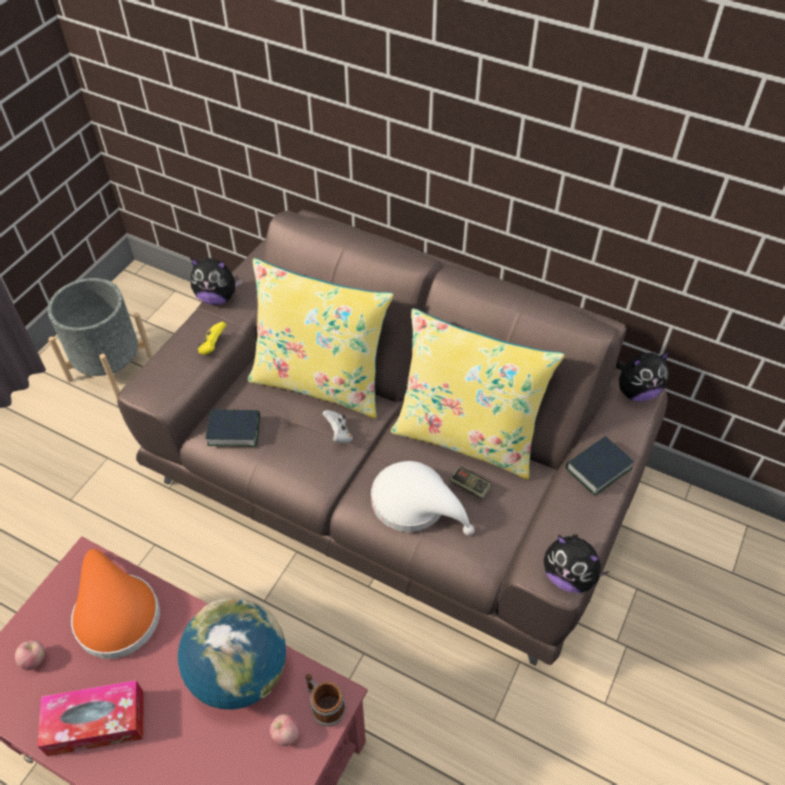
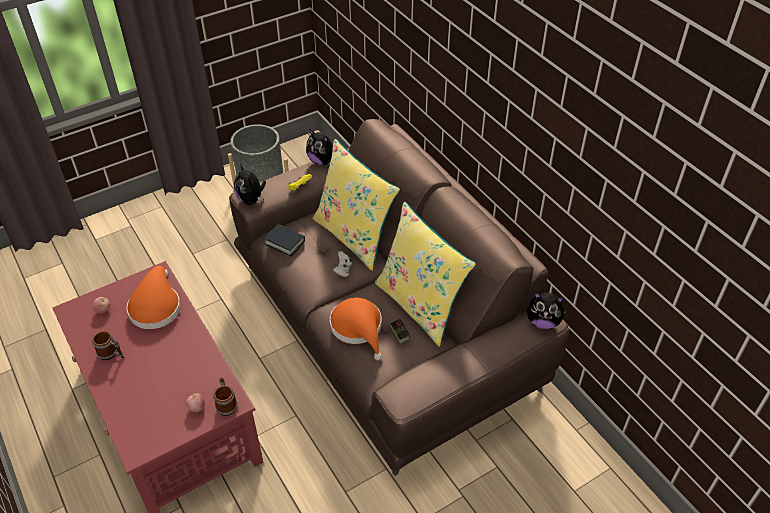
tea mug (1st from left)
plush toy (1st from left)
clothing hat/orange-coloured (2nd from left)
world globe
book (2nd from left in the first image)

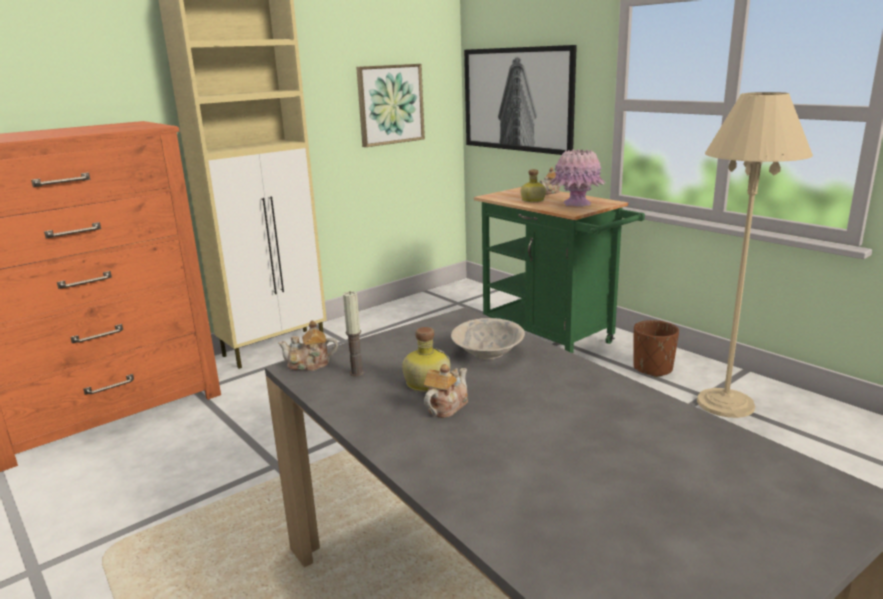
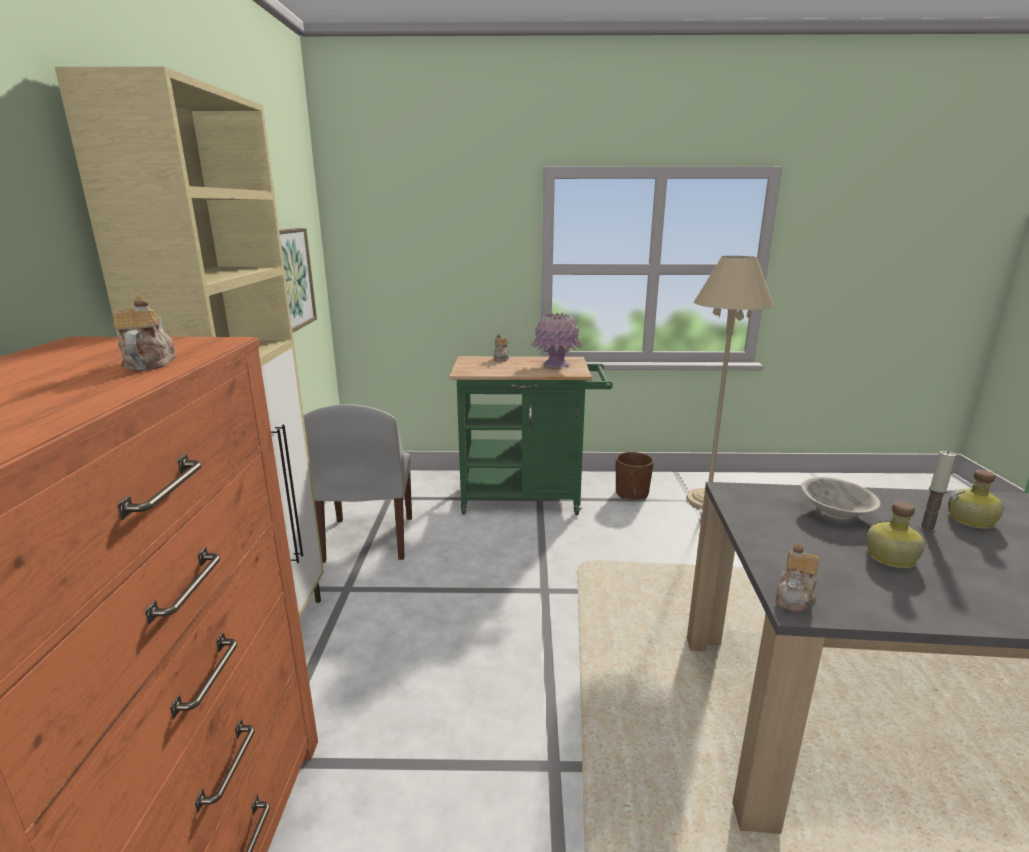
teapot (1st from left)
upright chair/white
wax light
drink bottle (2nd from left)
wall picture (2nd from left in the first image)

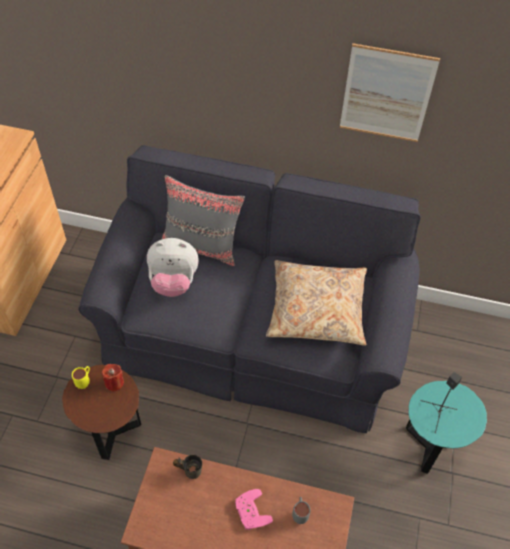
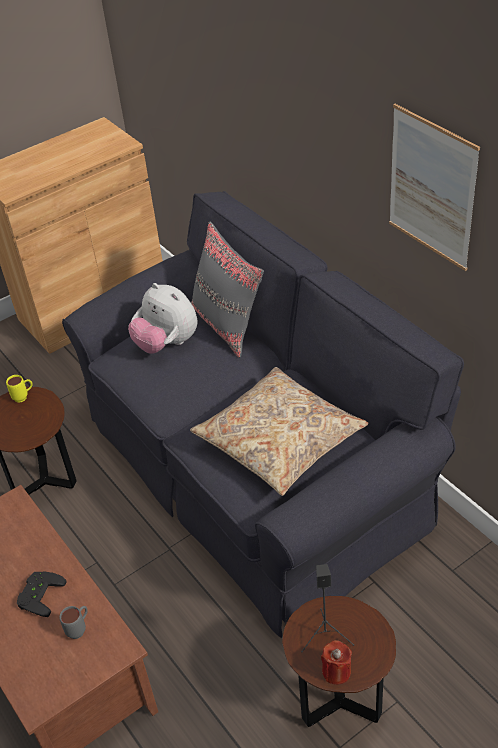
joypad/black
side table/brownish (2nd from left)
wax light/reddish
tea mug/greyish (1st from left in the first image)

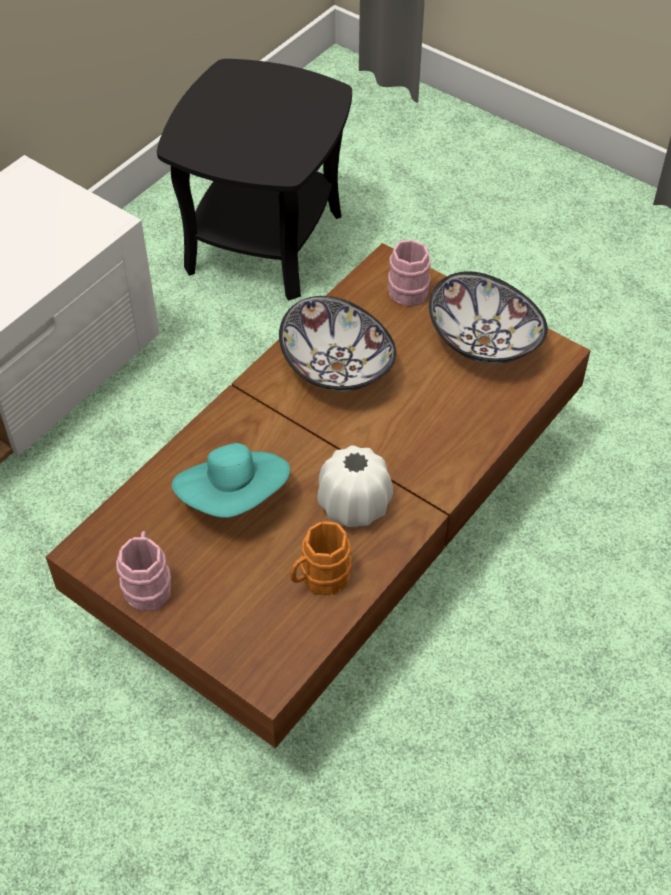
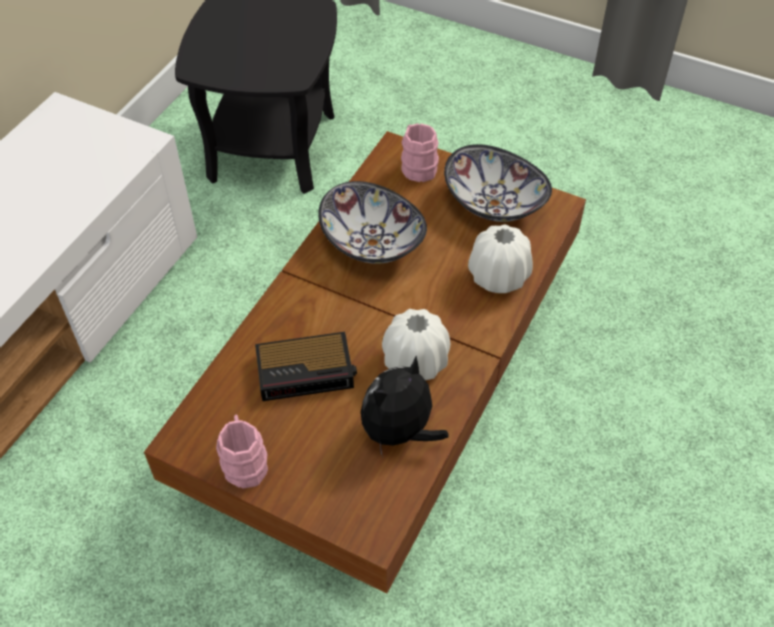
table clock
plush toy
flower vase/white (2nd from left)

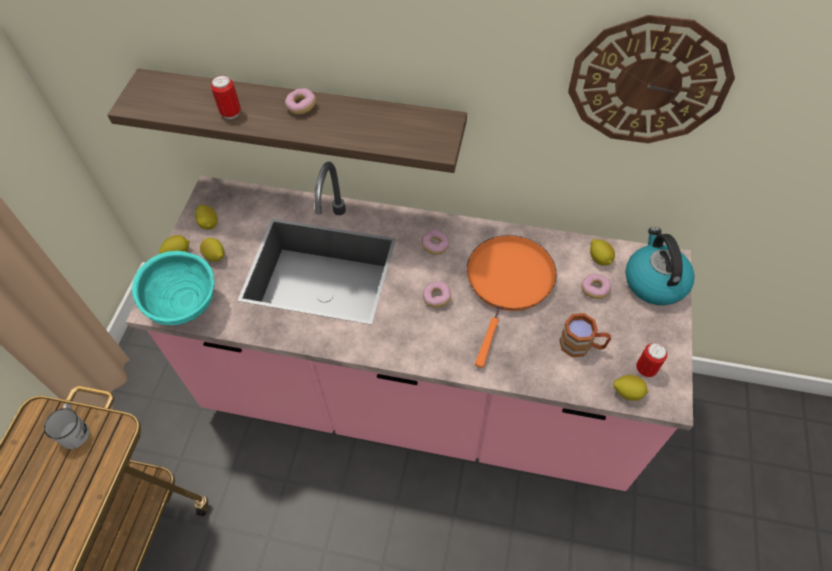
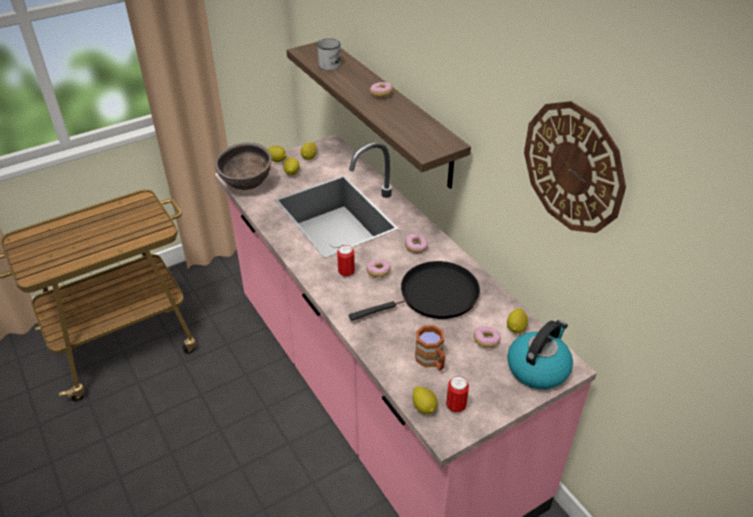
deep dish/brownish
tea mug/white
can (1st from left)
frying pan/black

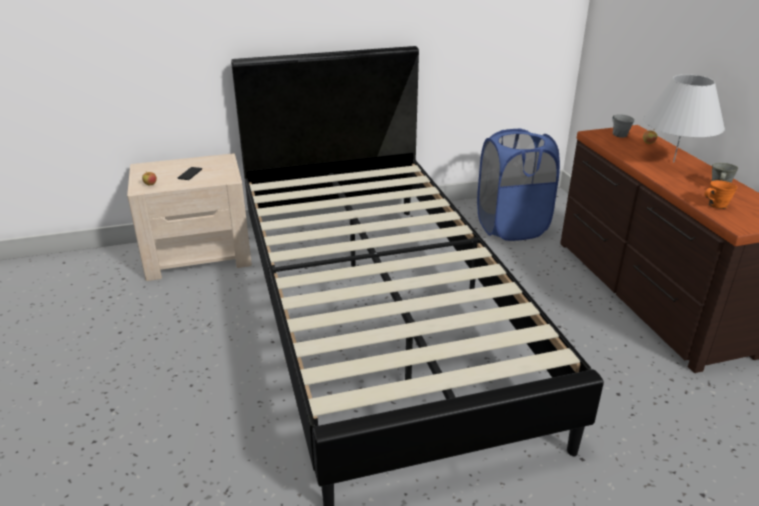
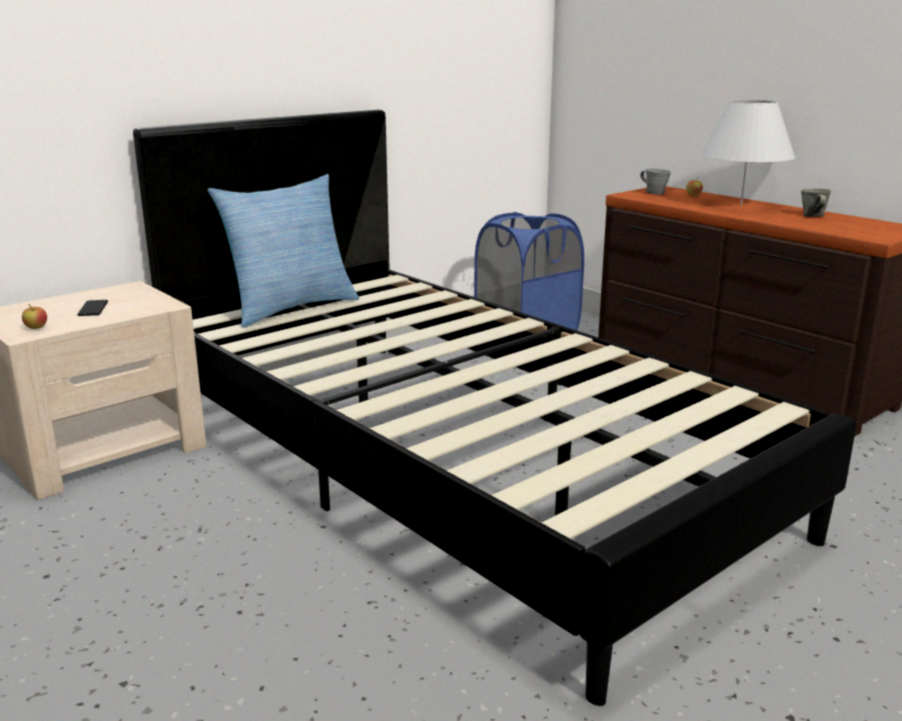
throw pillow
tea mug/orange-coloured

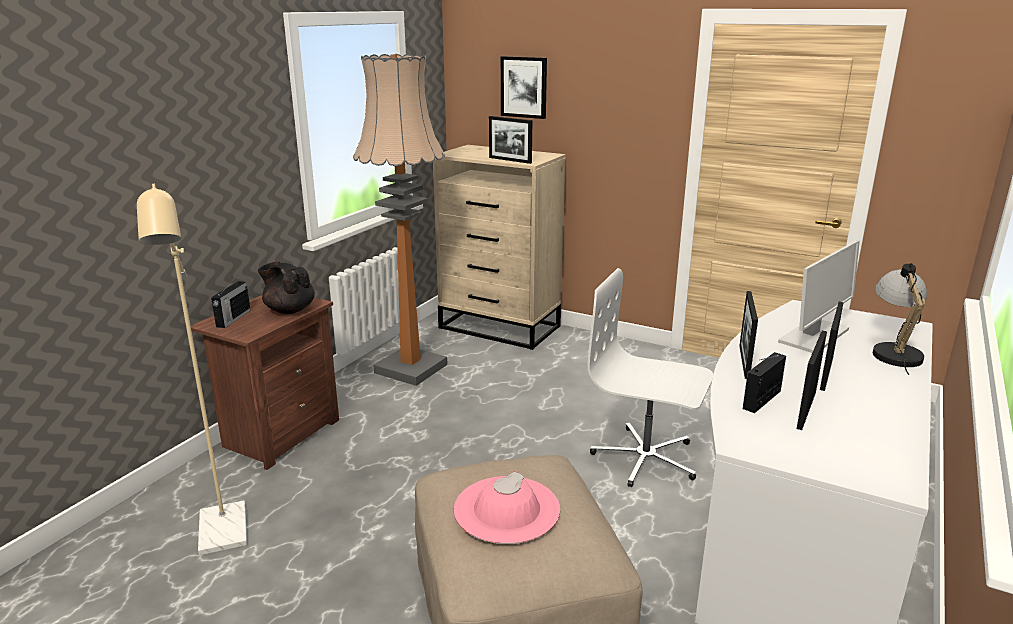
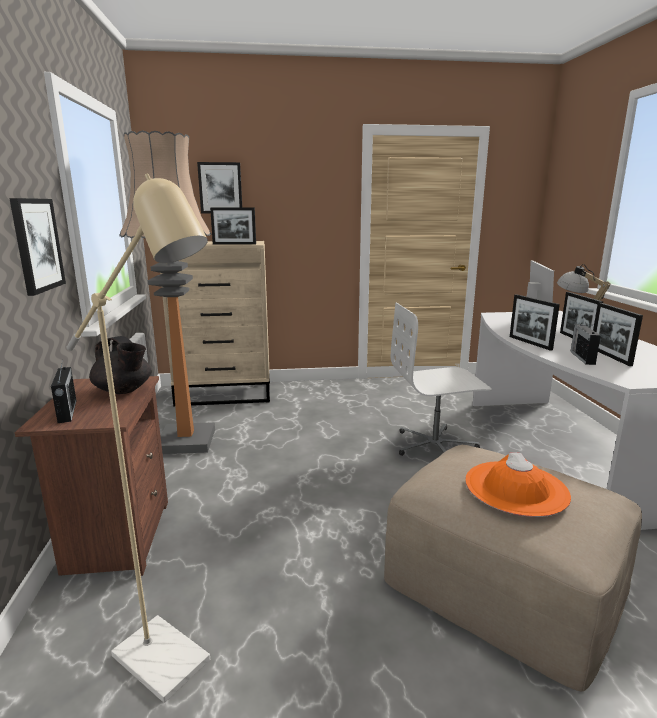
wall picture (1st from left)
teapot/black
clothing hat/orange-coloured

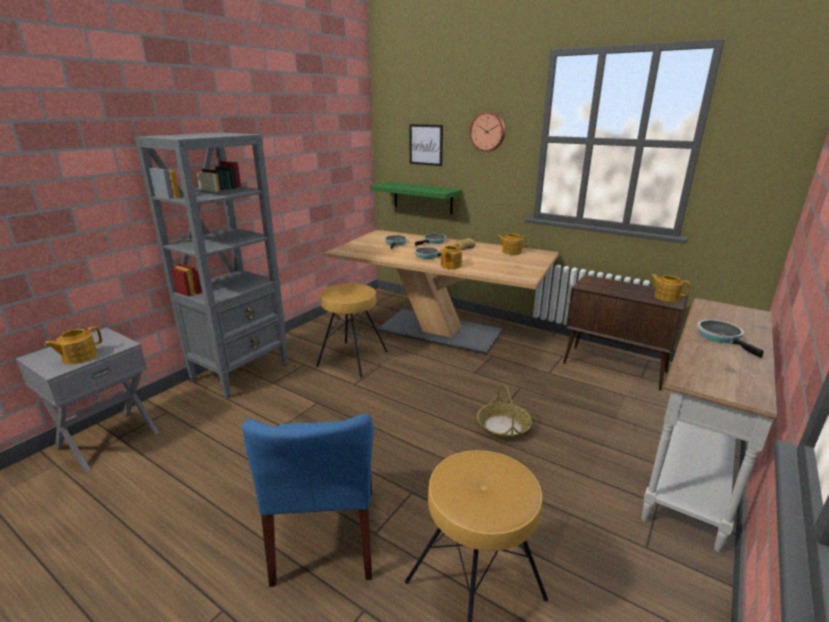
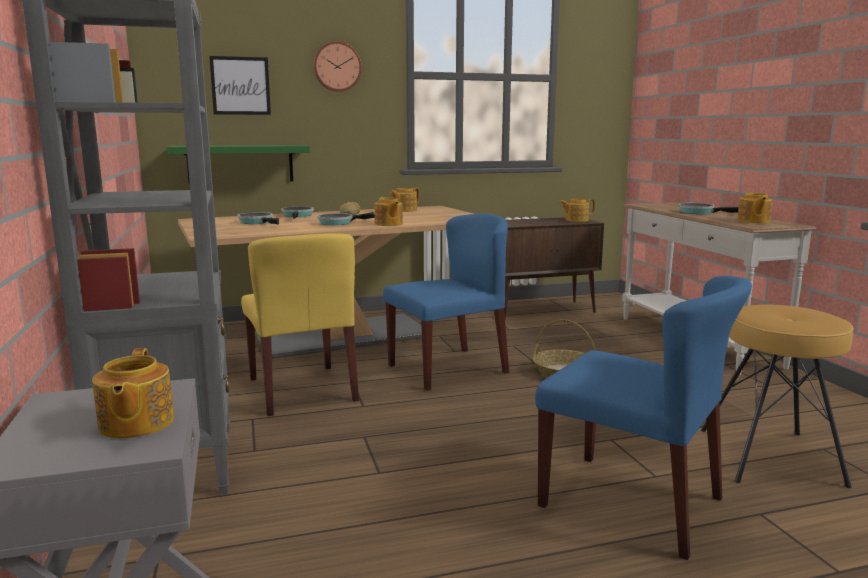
upright chair/yellowish
upright chair/blue (1st from left)
teapot (5th from left)

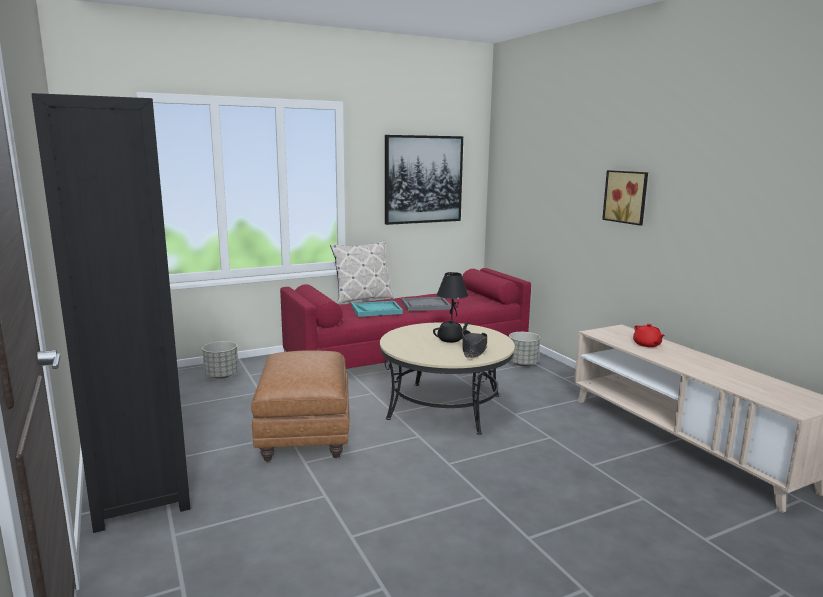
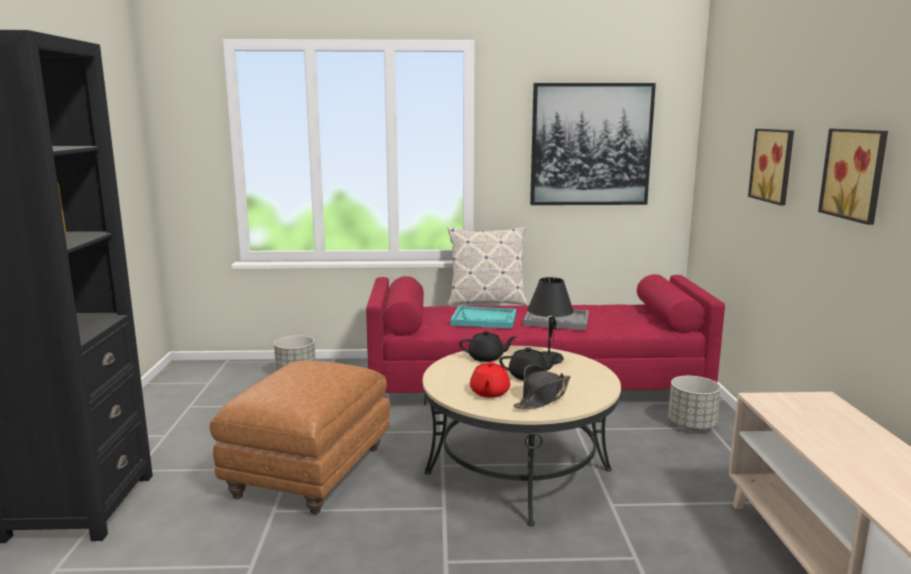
teapot/black (1st from left)
teapot/reddish
wall picture (2nd from left)

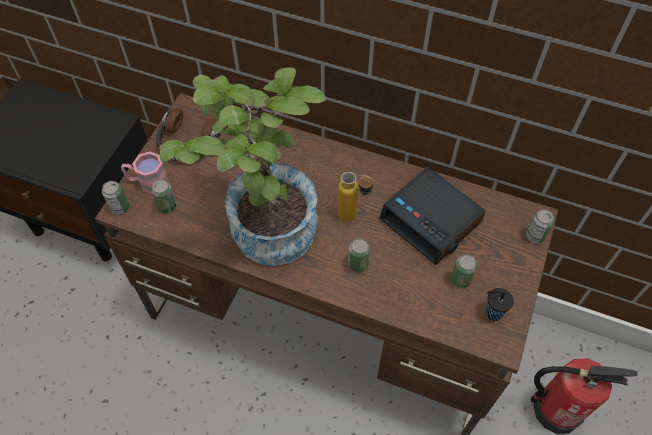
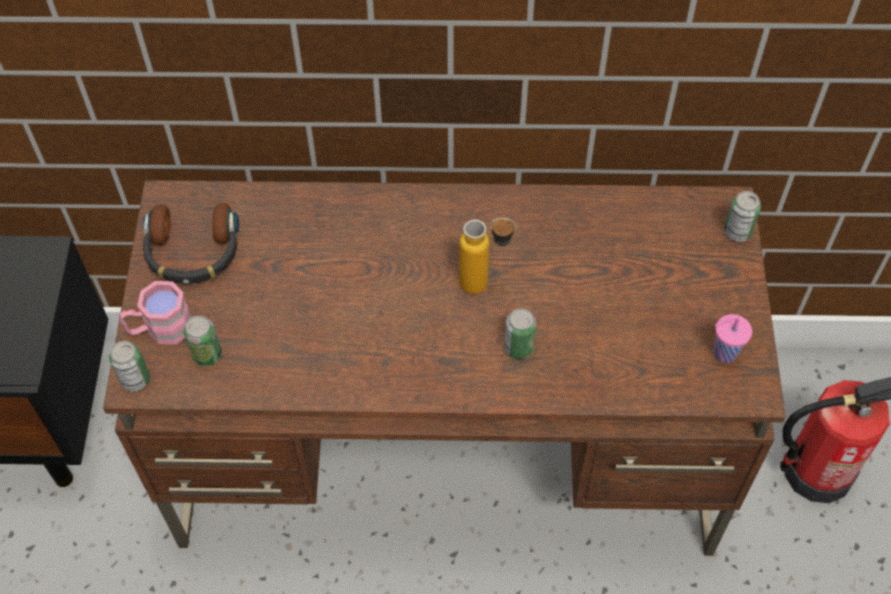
cup/pink
houseplant
table clock
can (4th from left in the first image)

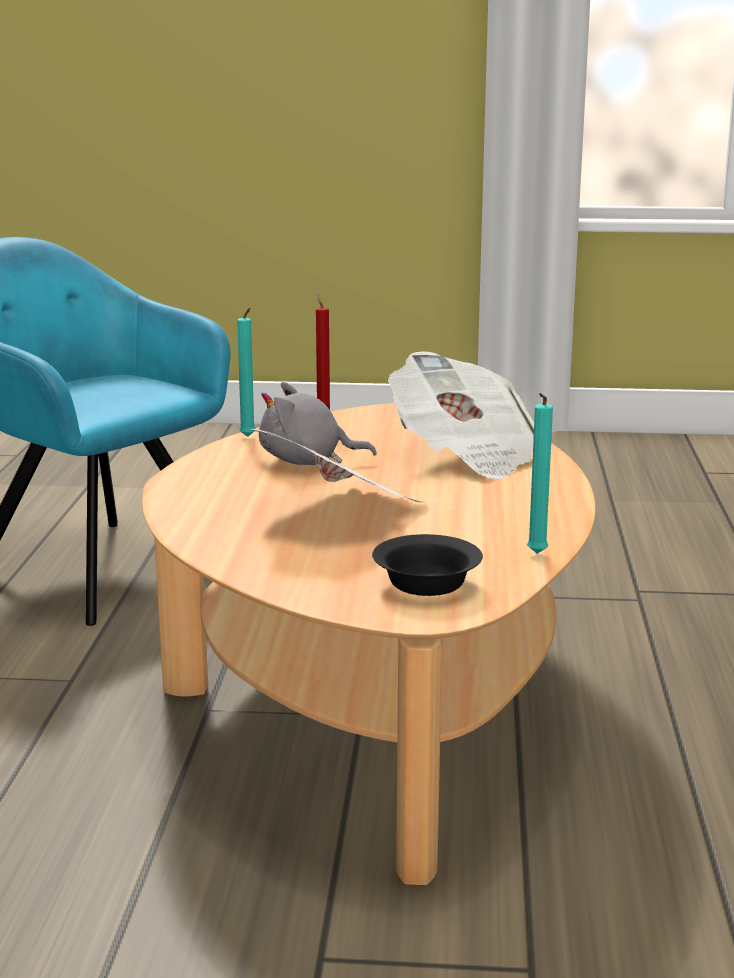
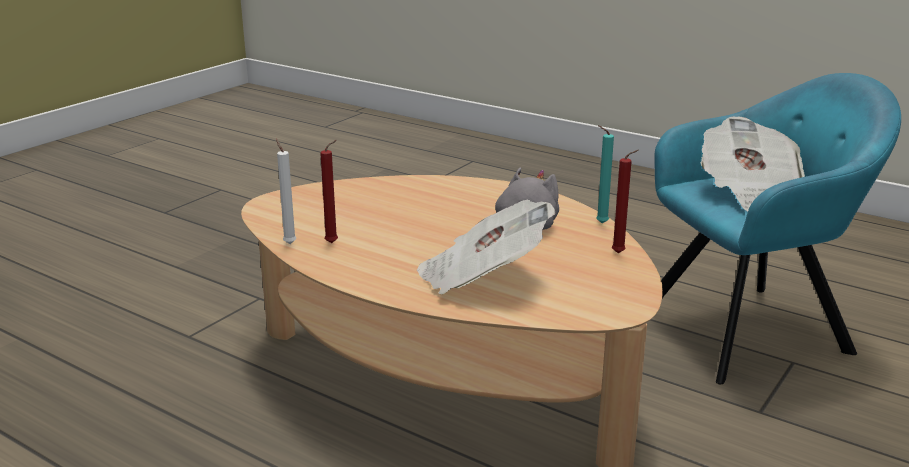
wax light/white
wax light/reddish (1st from left)
newspaper (2nd from left)
deep dish/black

